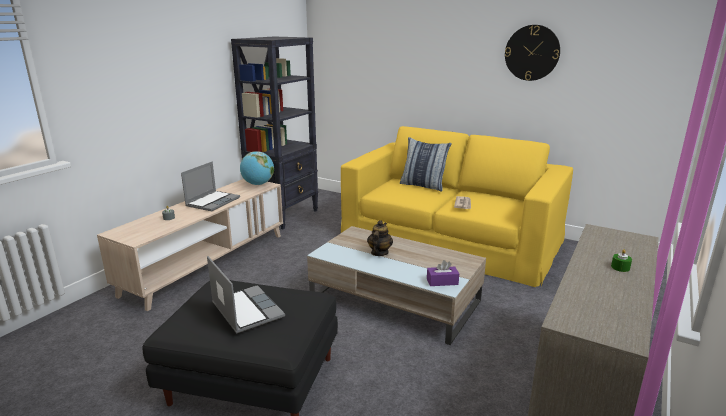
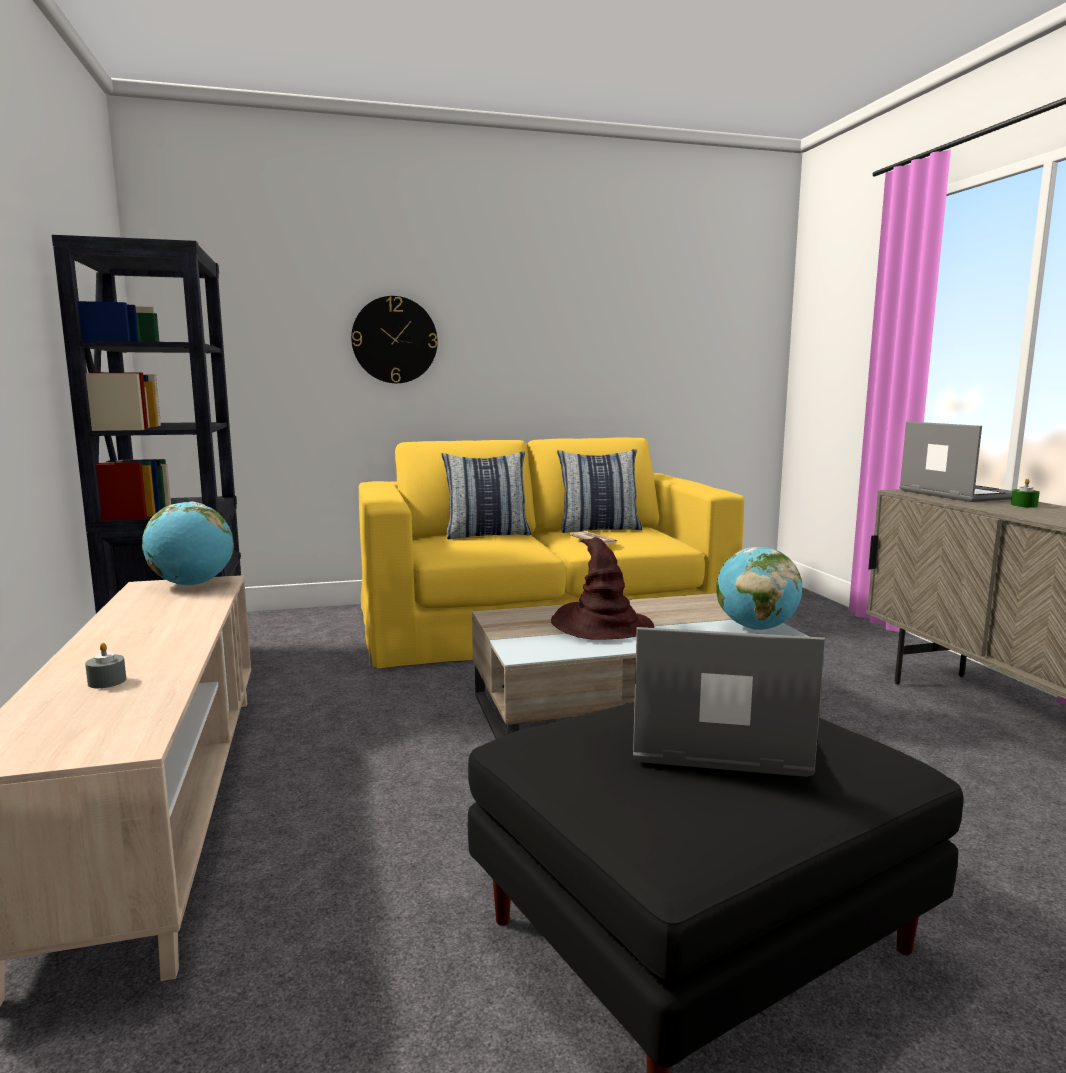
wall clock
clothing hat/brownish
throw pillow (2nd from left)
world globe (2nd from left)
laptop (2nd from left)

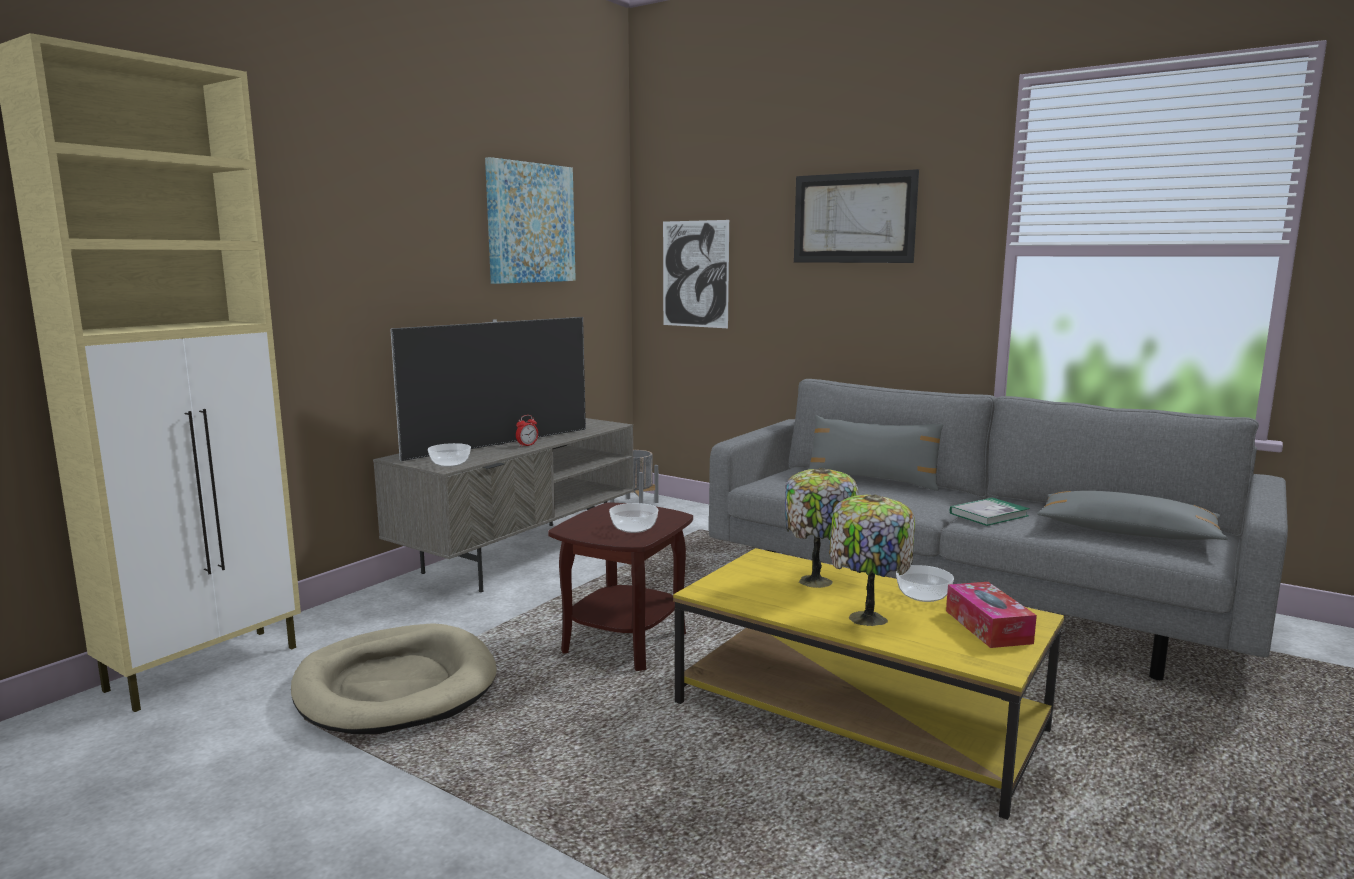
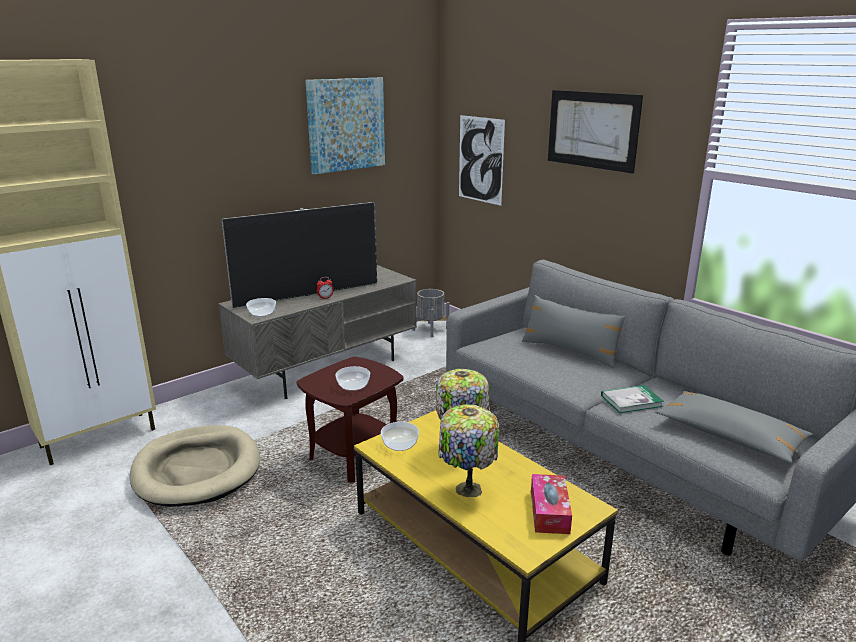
deep dish (3rd from left)

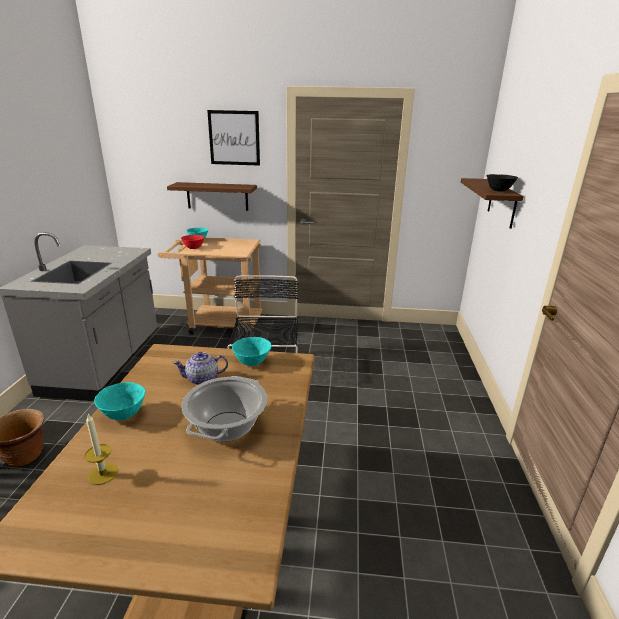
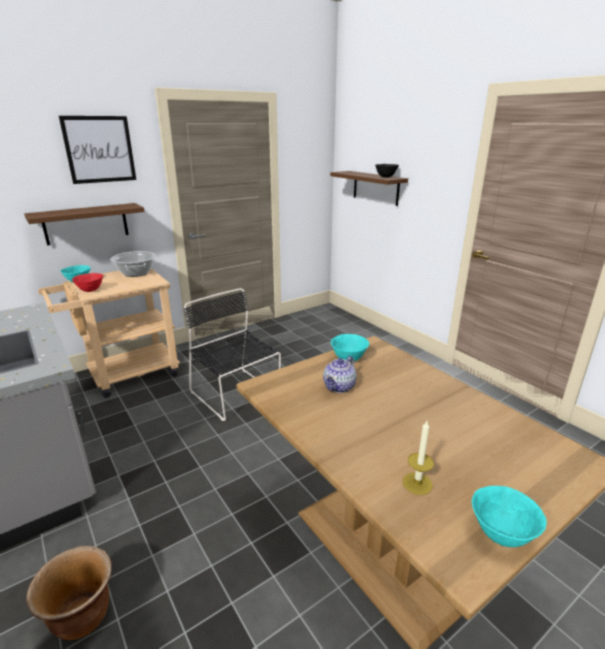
cooking pot
deep dish/blue-green (3rd from left)

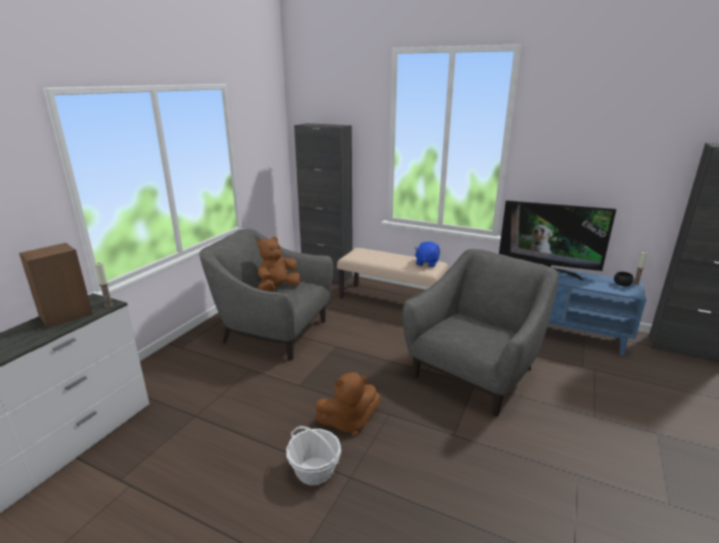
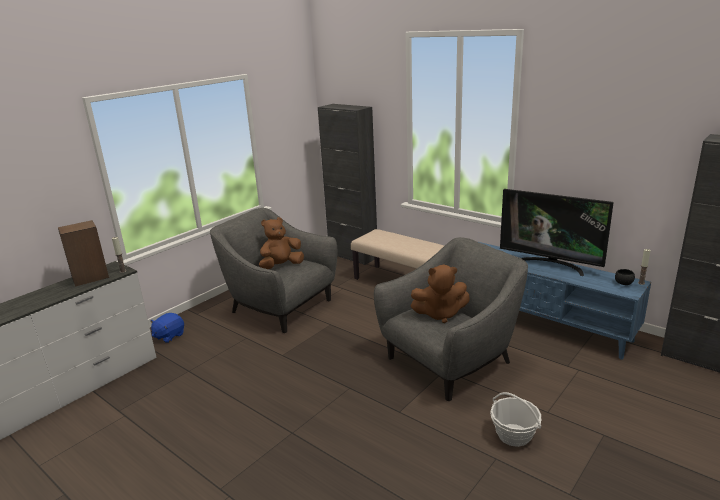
plush toy/blue
plush toy/brownish (2nd from left)
storage basket

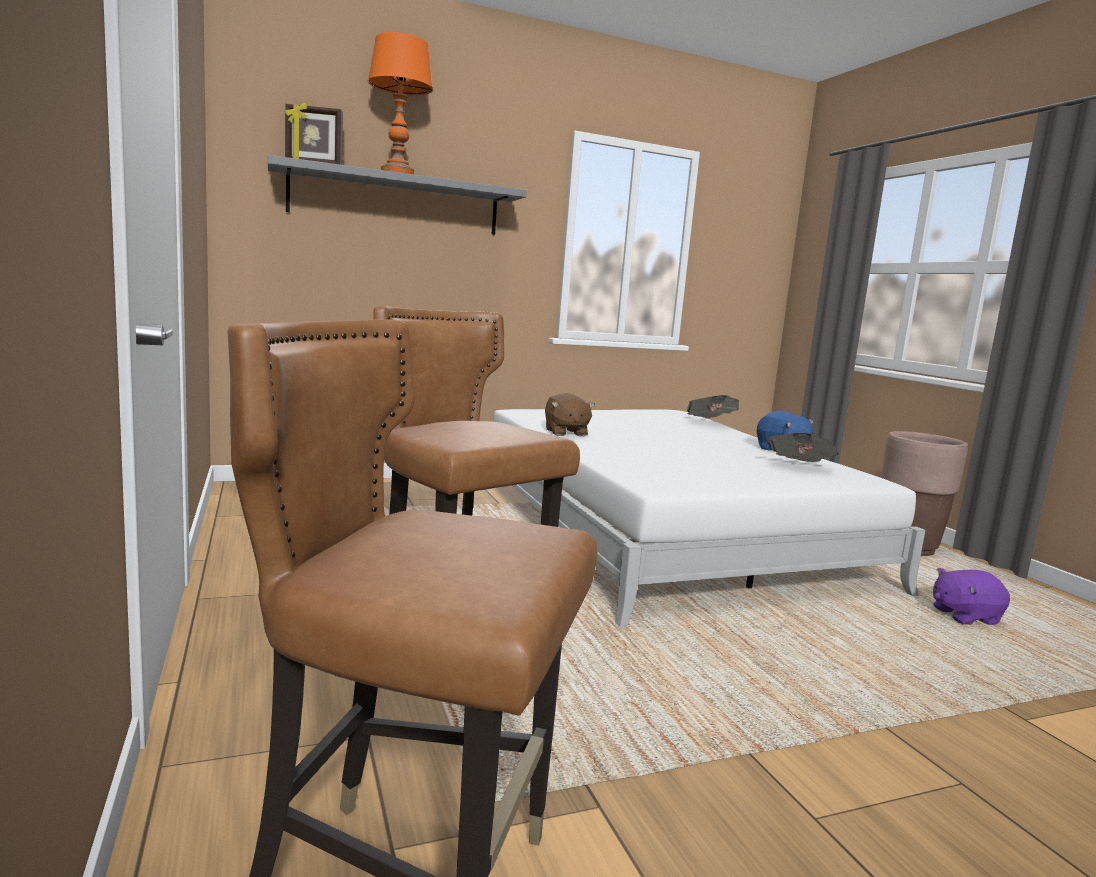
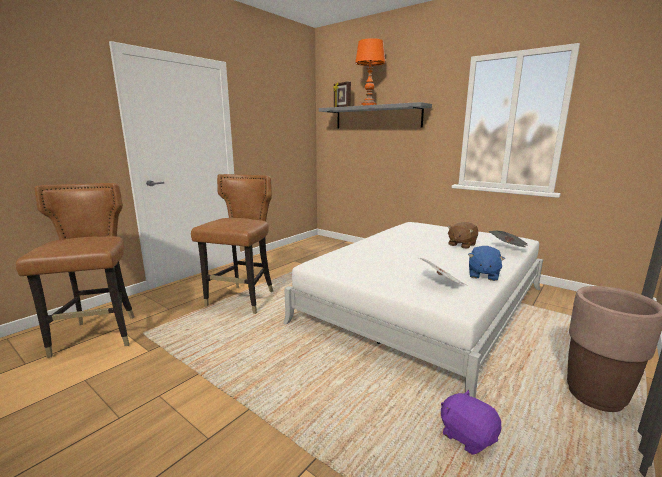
plush toy/brownish

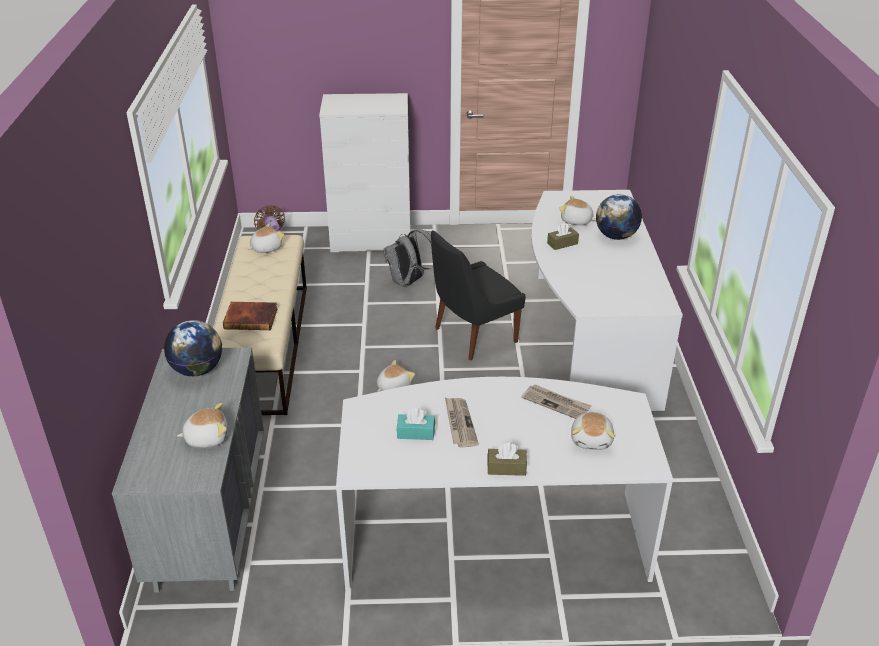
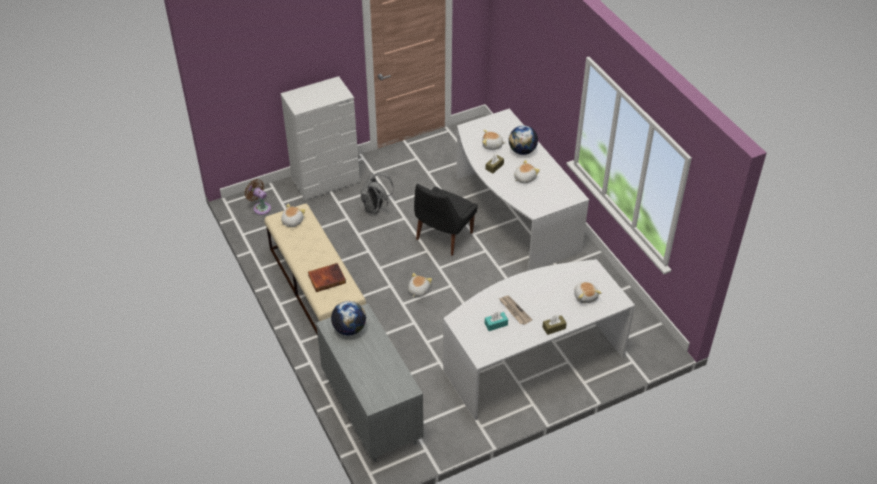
plush toy (4th from left)
newspaper (2nd from left in the first image)

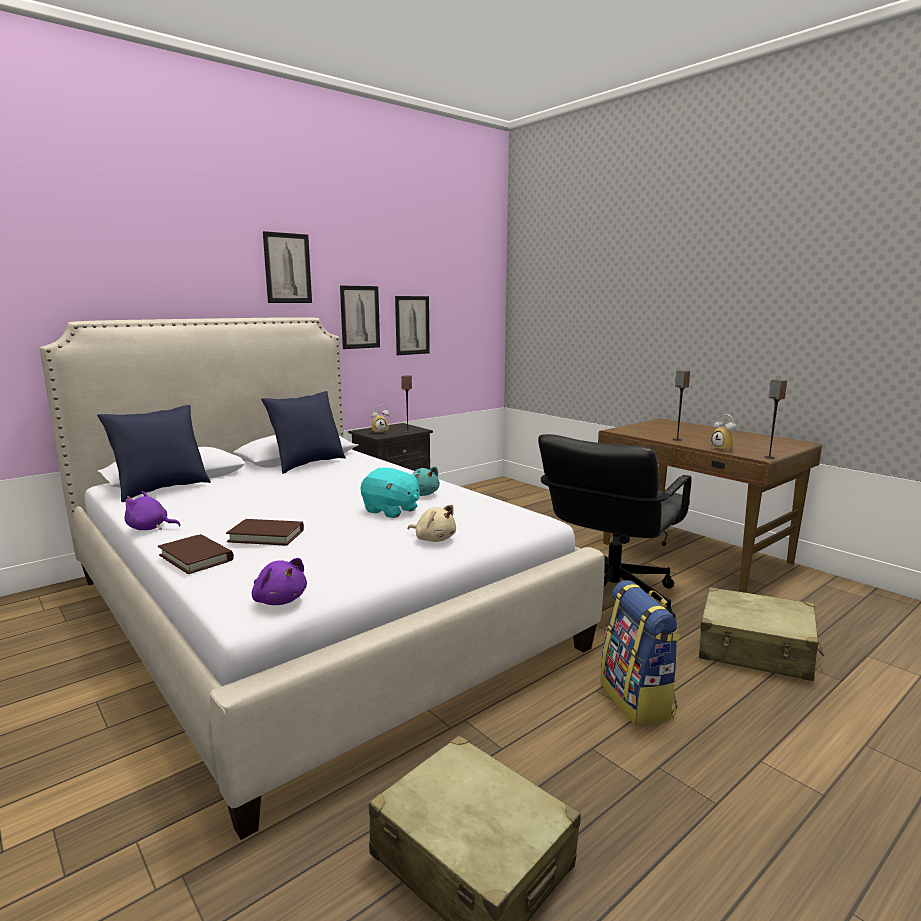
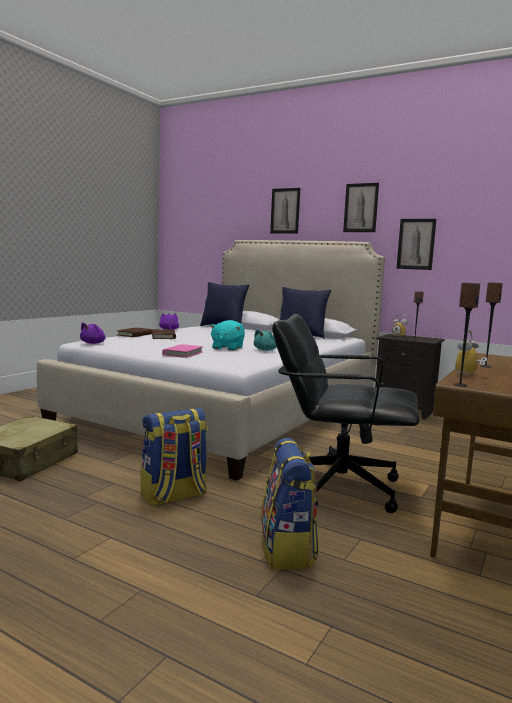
book/pink
knapsack (2nd from left)
wall picture (1st from left)

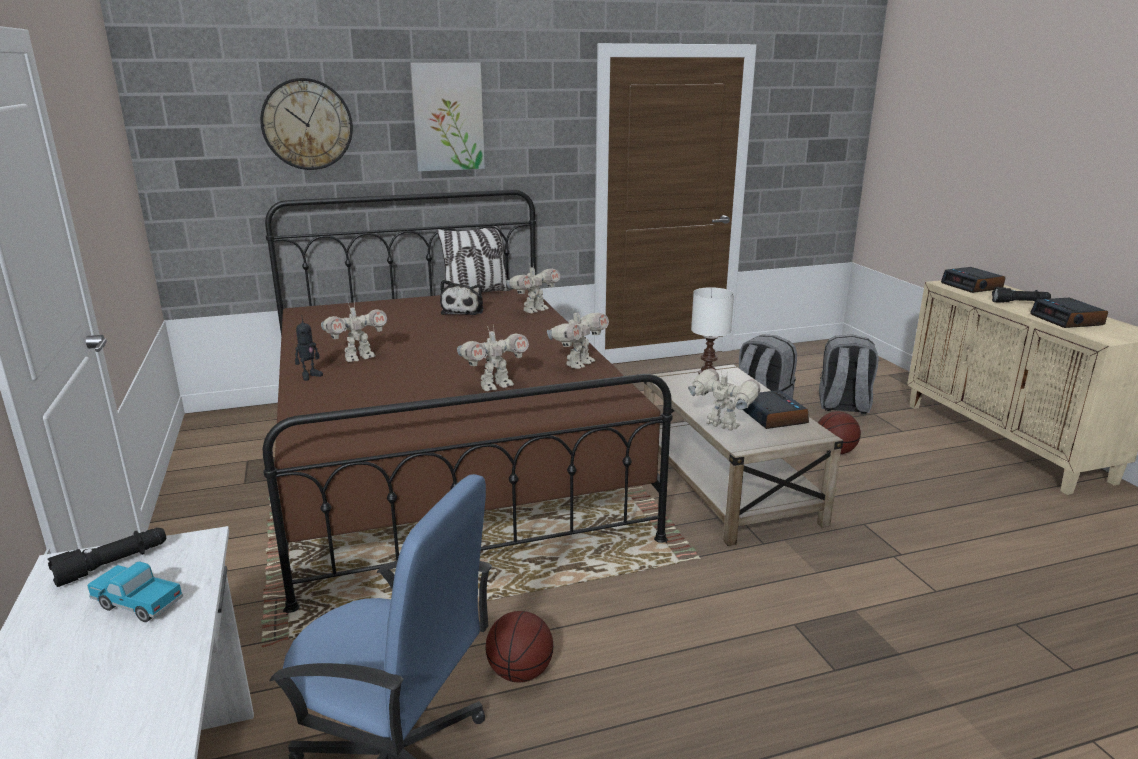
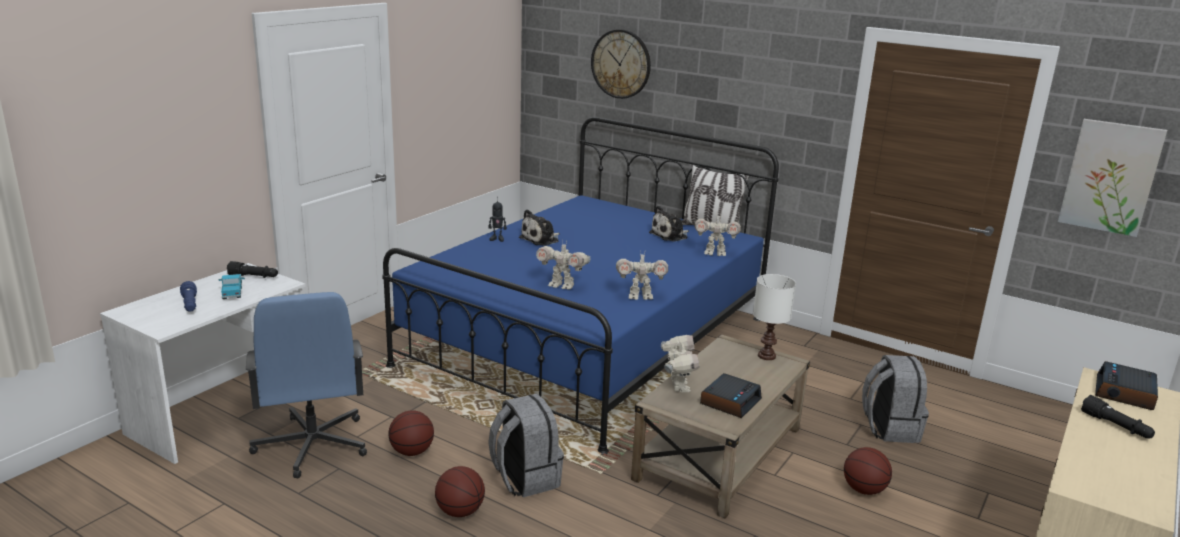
flashlight/blue
sleeping bed/blue
ball for basketball (2nd from left)
knapsack/greyish (1st from left)
plush toy (1st from left)
wall picture
table clock (3rd from left in the first image)

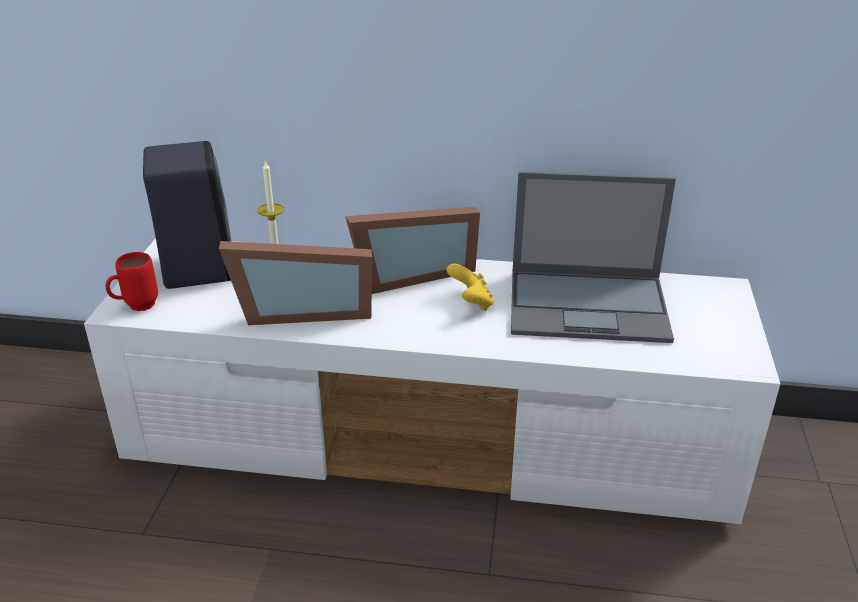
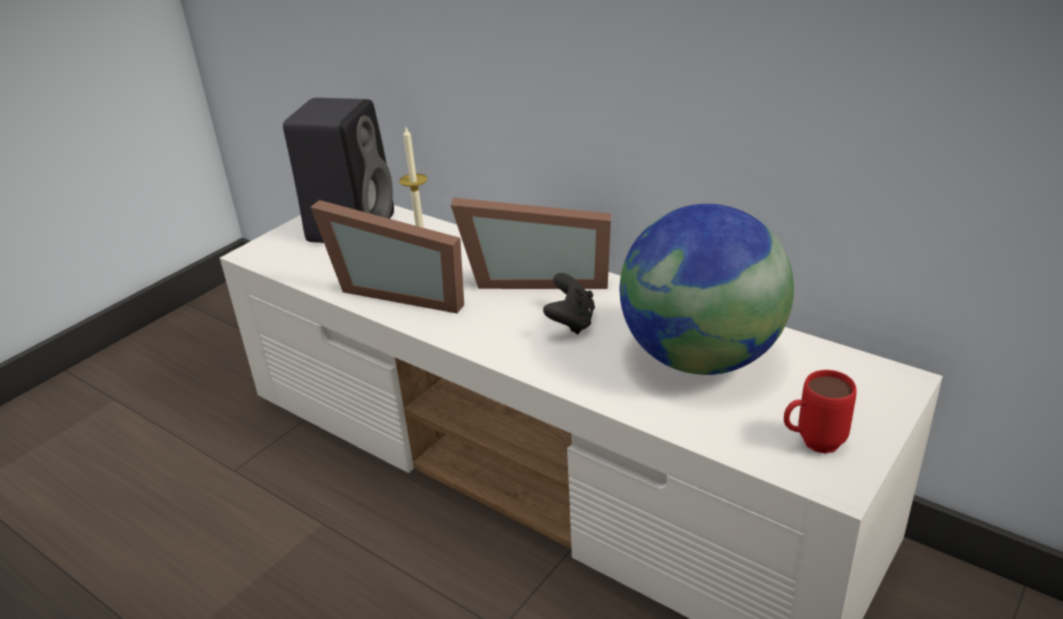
joypad/black
world globe
tea mug/reddish

